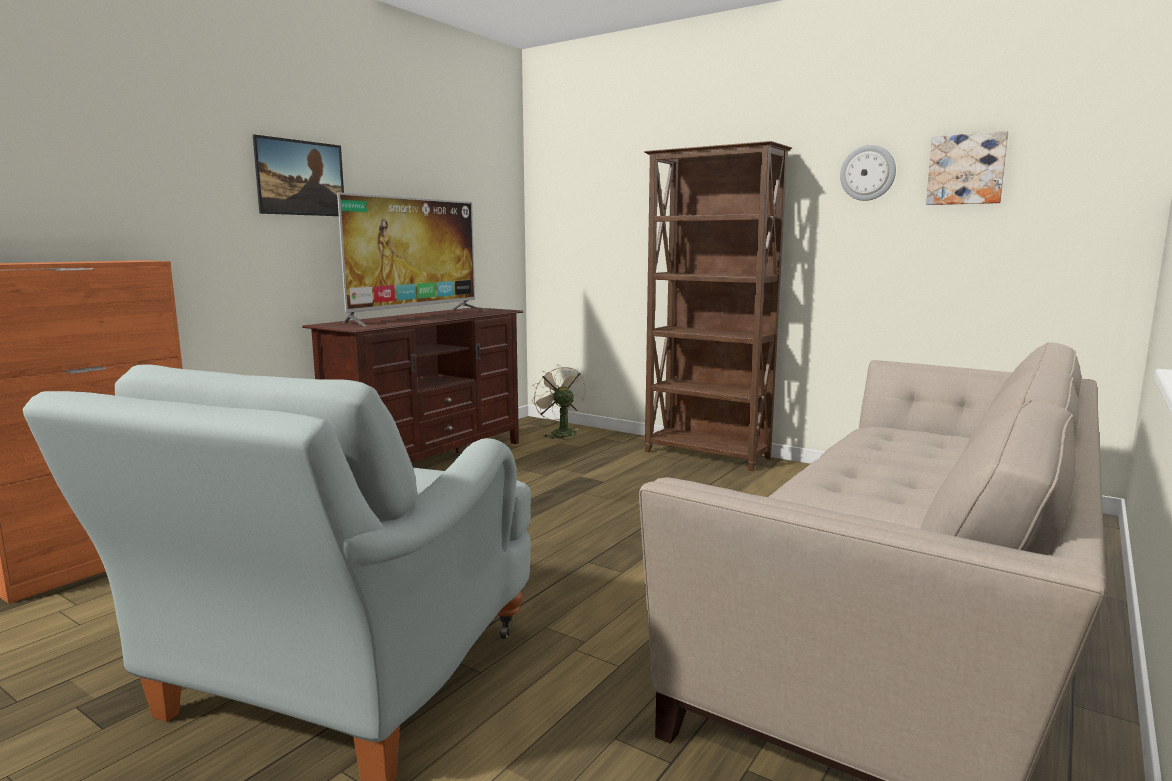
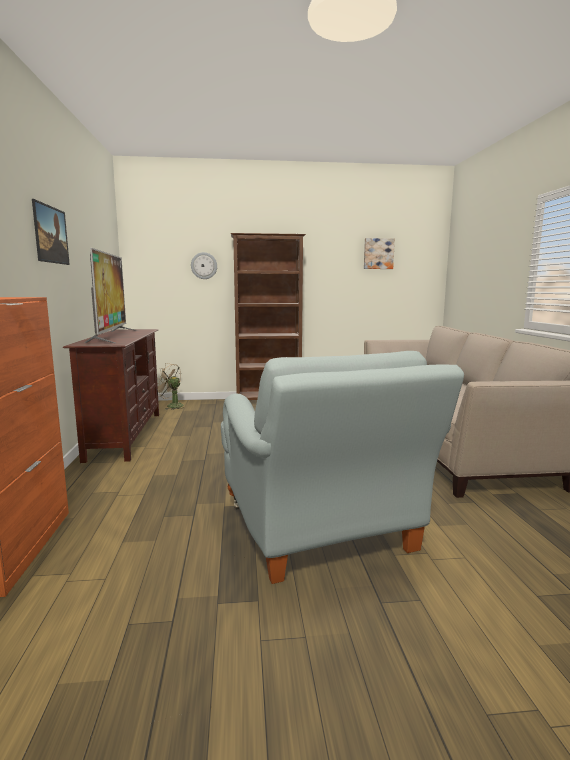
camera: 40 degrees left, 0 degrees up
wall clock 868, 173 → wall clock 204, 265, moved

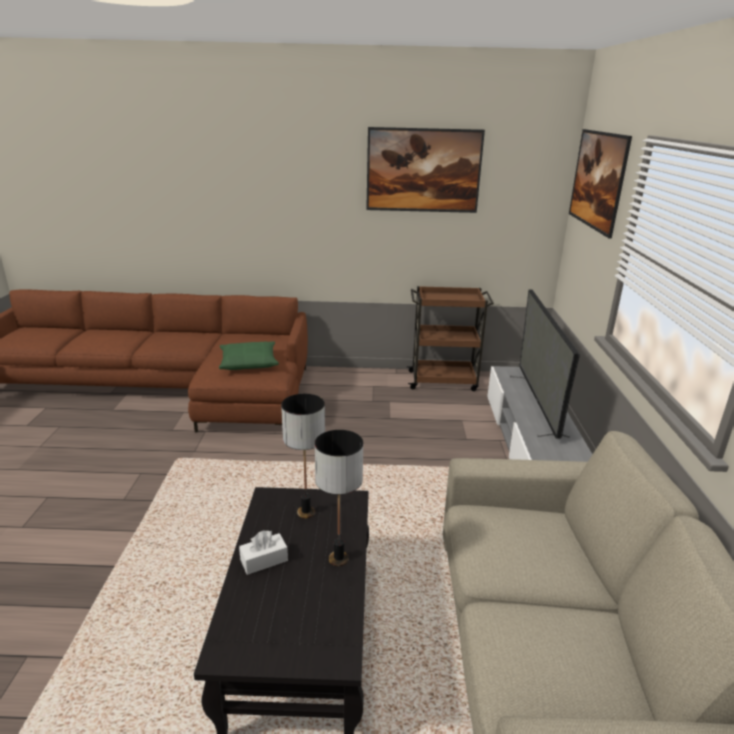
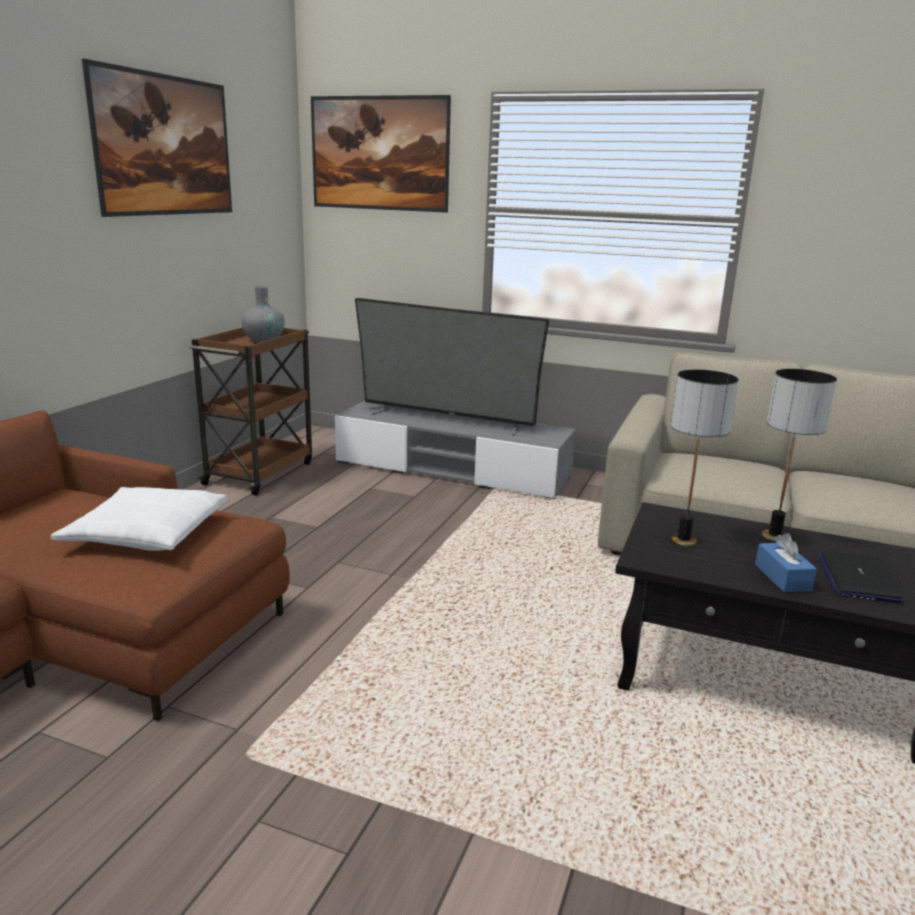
camera: 70 degrees left, 5 degrees down
green pillow 249, 355 → white pillow 139, 519
white tissue box 263, 552 → blue tissue box 786, 562
- → grey vase 263, 314
- → laptop 860, 577

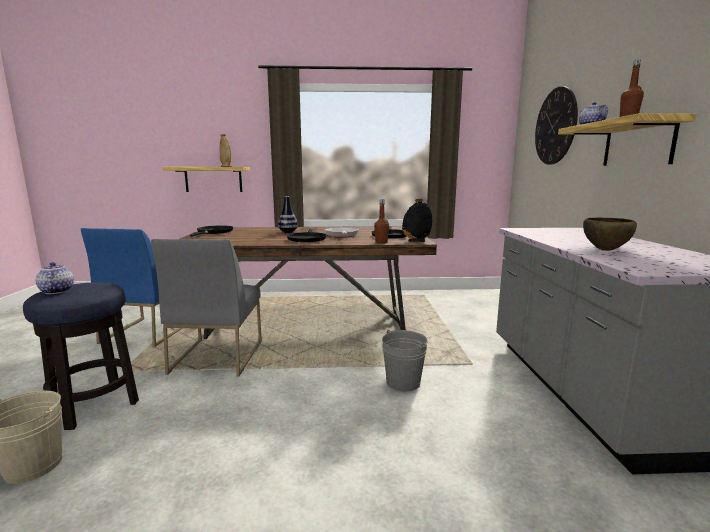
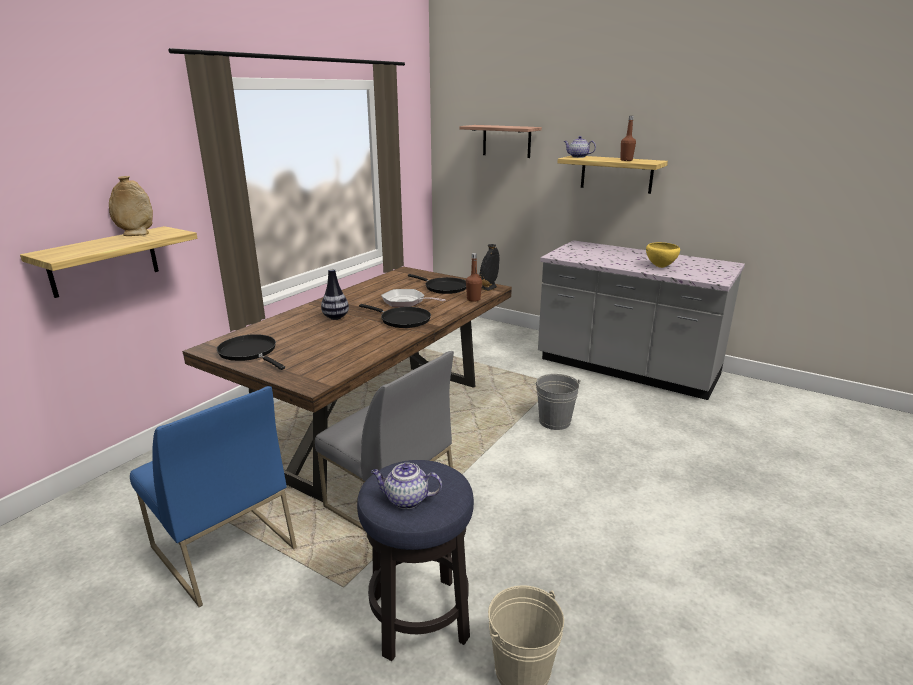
camera: 55 degrees left, 10 degrees up
wall clock 556, 125 → shelf 500, 141
brown bowl 610, 234 → yellow bowl 663, 255

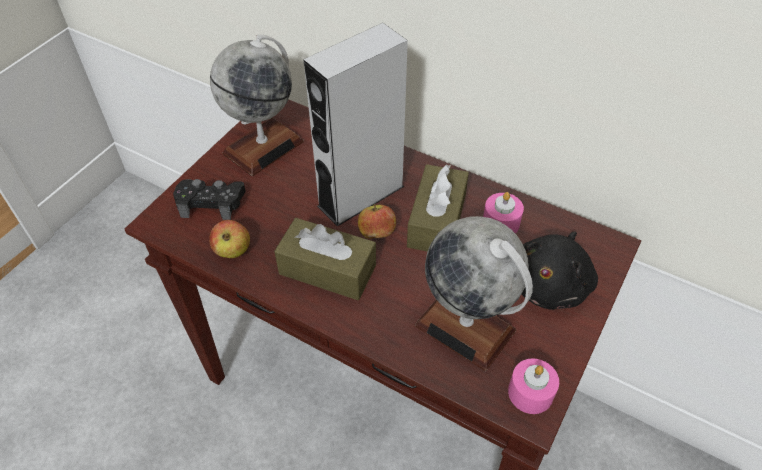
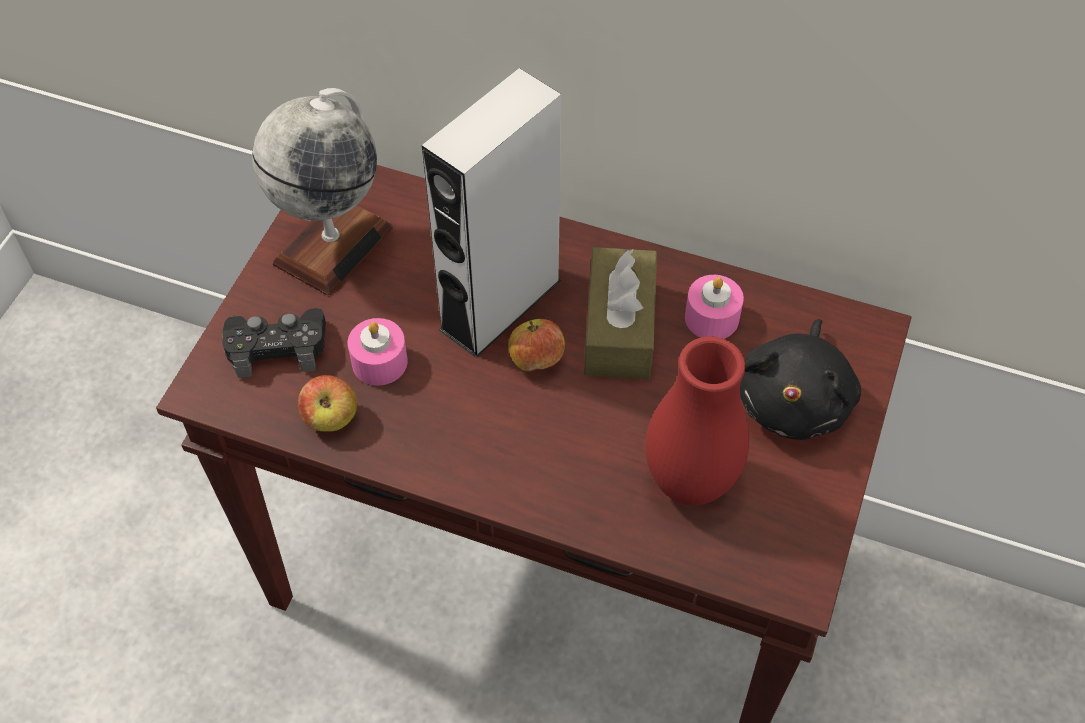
camera: 10 degrees left, 5 degrees up
brown tissue box 325, 259 → -
globe 474, 293 → red vase 697, 420
pink candle 533, 386 → pink candle 378, 352, moved

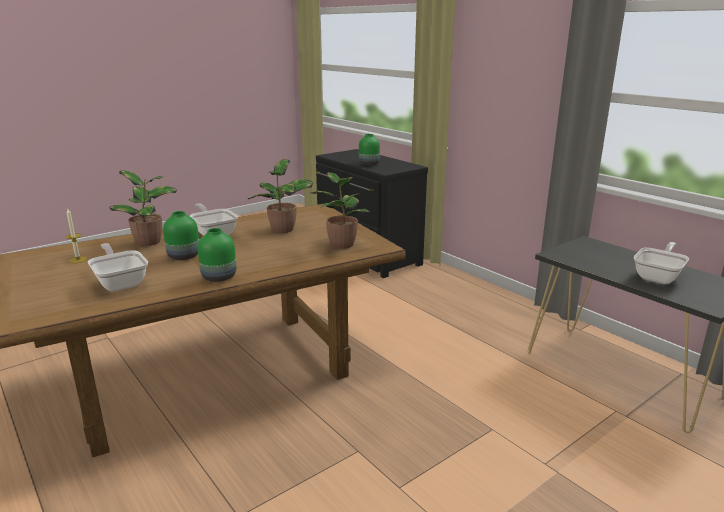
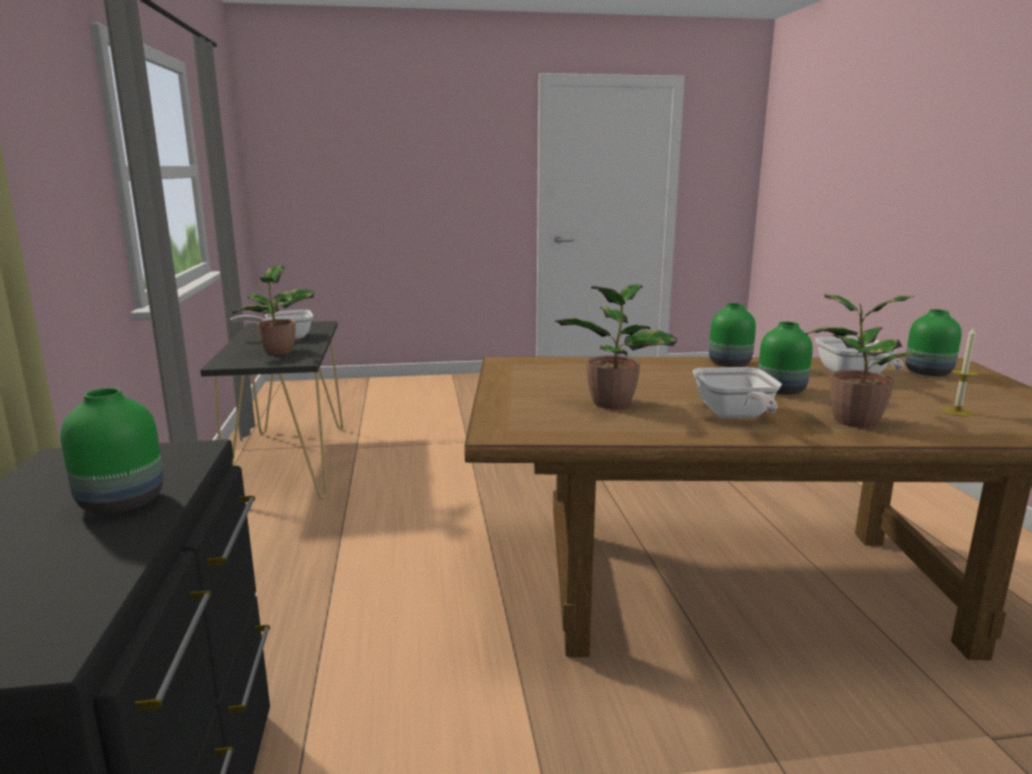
camera: 150 degrees left, 5 degrees down
potted plant 340, 210 → potted plant 273, 310, moved
- → green vase 933, 342

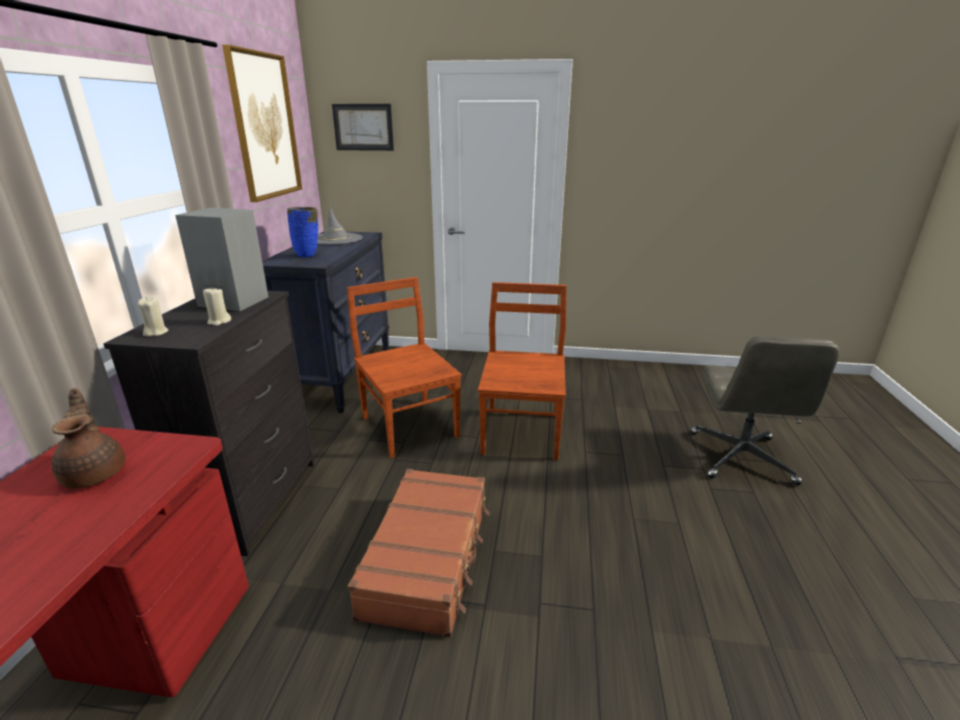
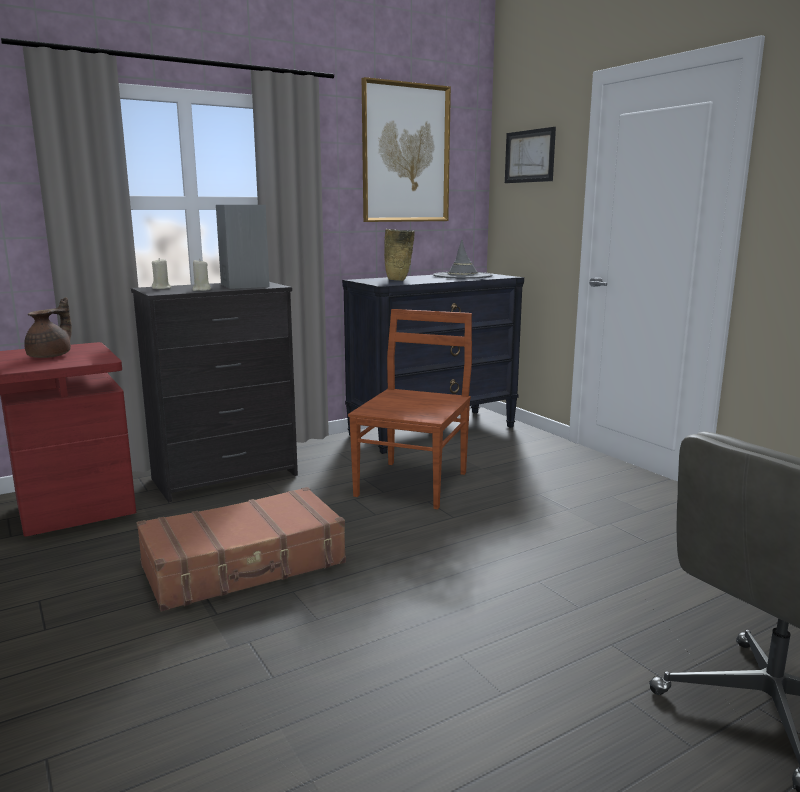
camera: 50 degrees right, 10 degrees down
blue vase 302, 232 → beige vase 399, 255
brown chair 522, 371 → -

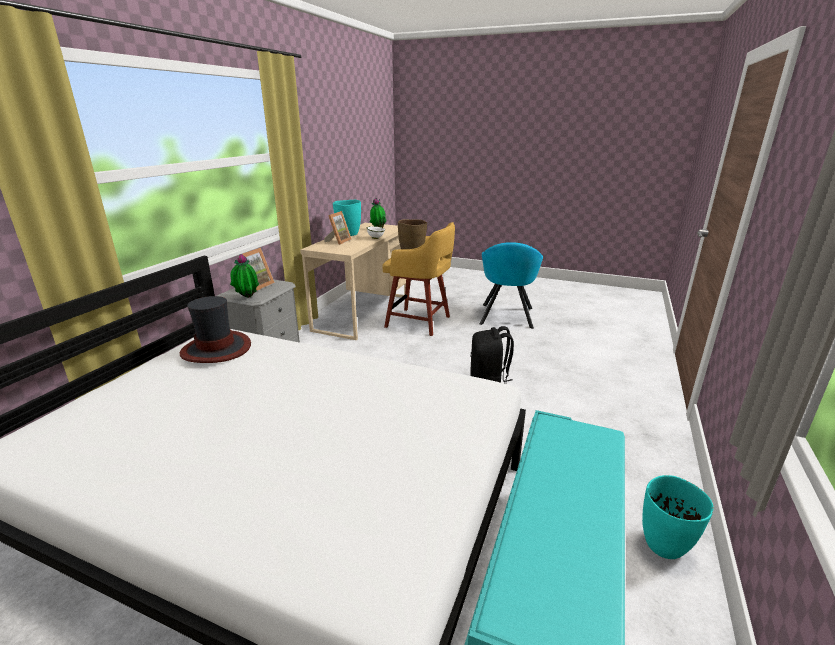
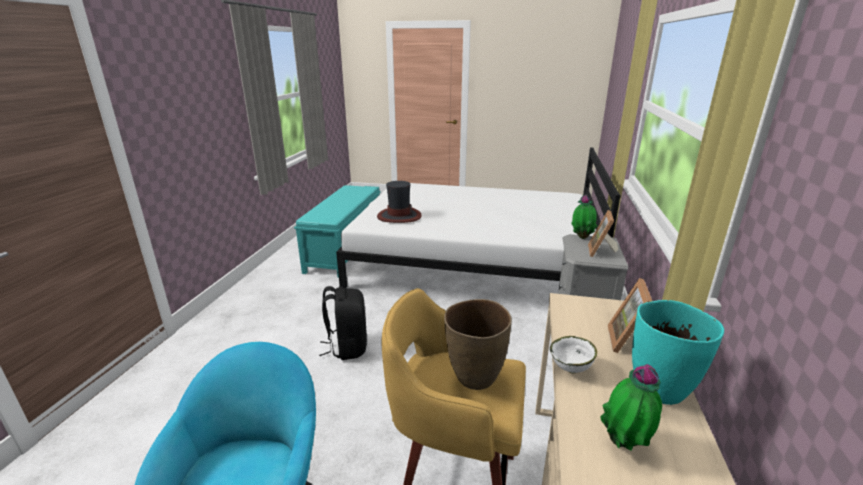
camera: 170 degrees right, 0 degrees up
hat 215, 329 → hat 399, 202, moved
turquoise vase 677, 517 → -

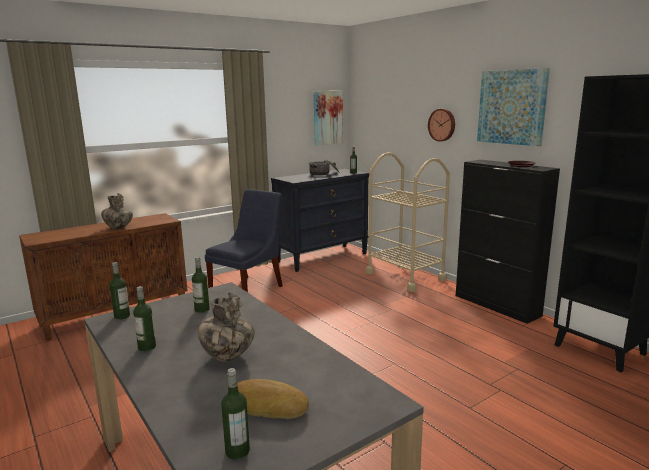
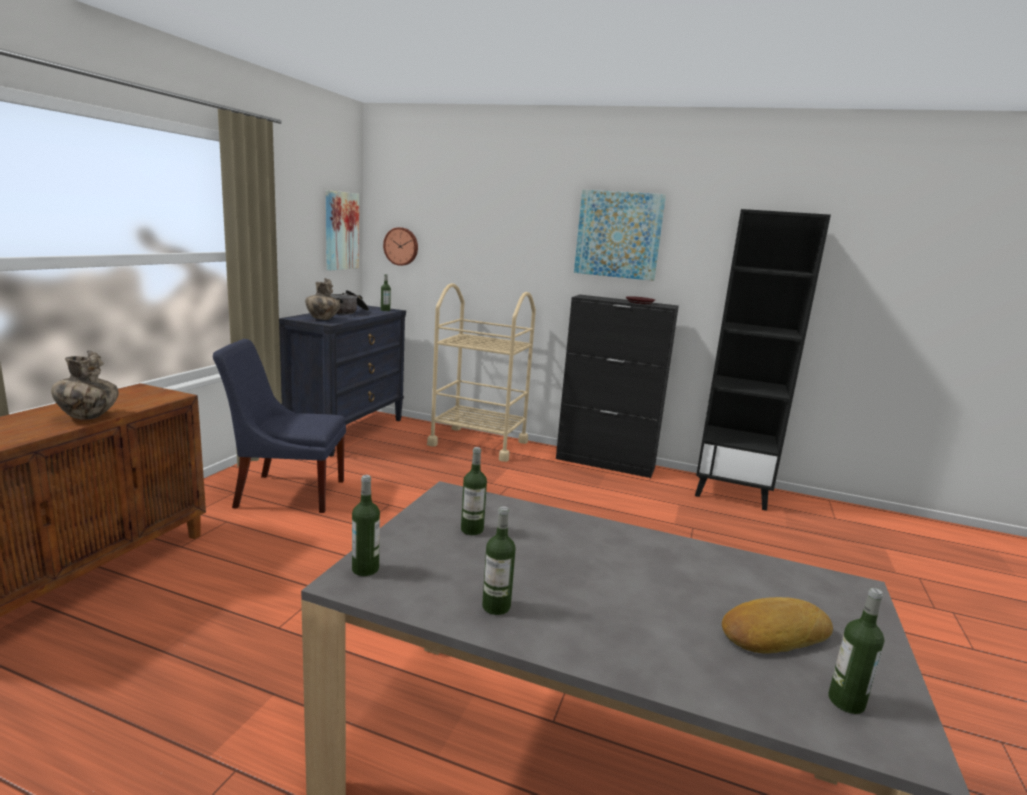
camera: 35 degrees left, 0 degrees up
vase 226, 327 → vase 322, 299, moved
blue chair 244, 240 → blue chair 279, 426, 90 degrees counterclockwise
wall clock 441, 125 → wall clock 400, 246, moved

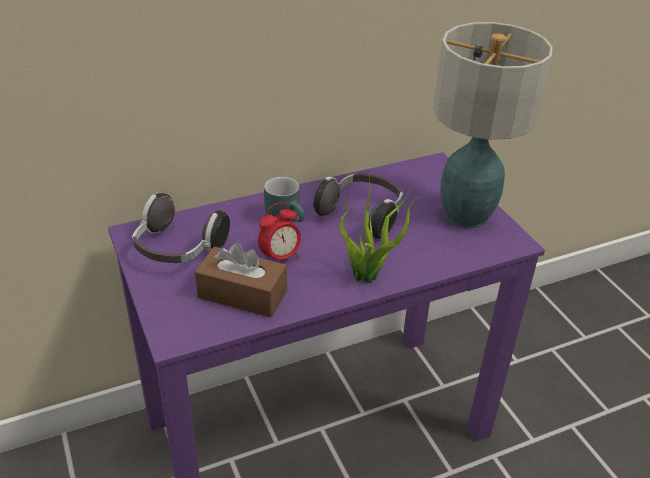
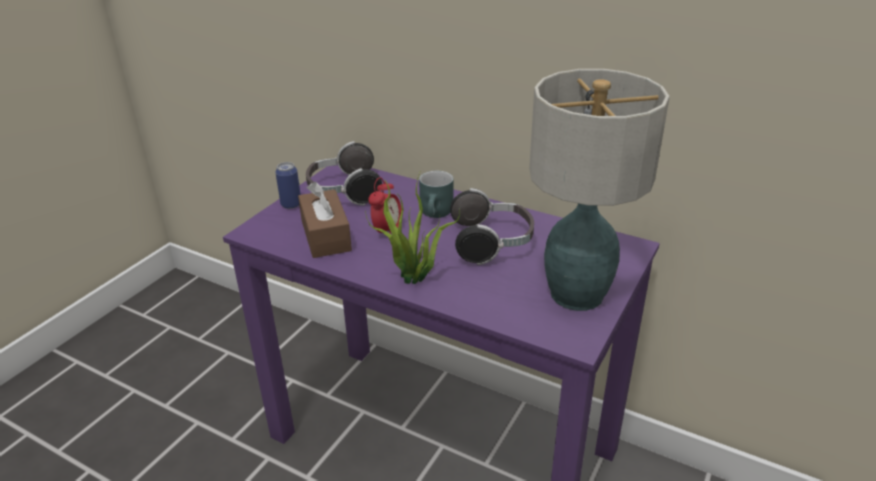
camera: 55 degrees right, 5 degrees down
alarm clock 279, 232 → alarm clock 385, 205, 90 degrees counterclockwise
- → can 288, 185

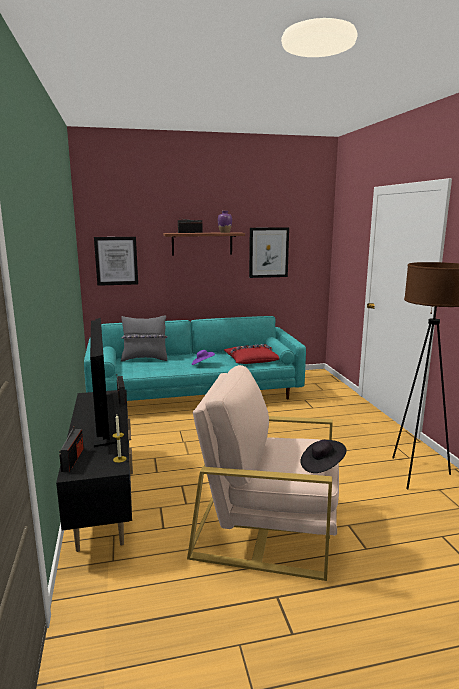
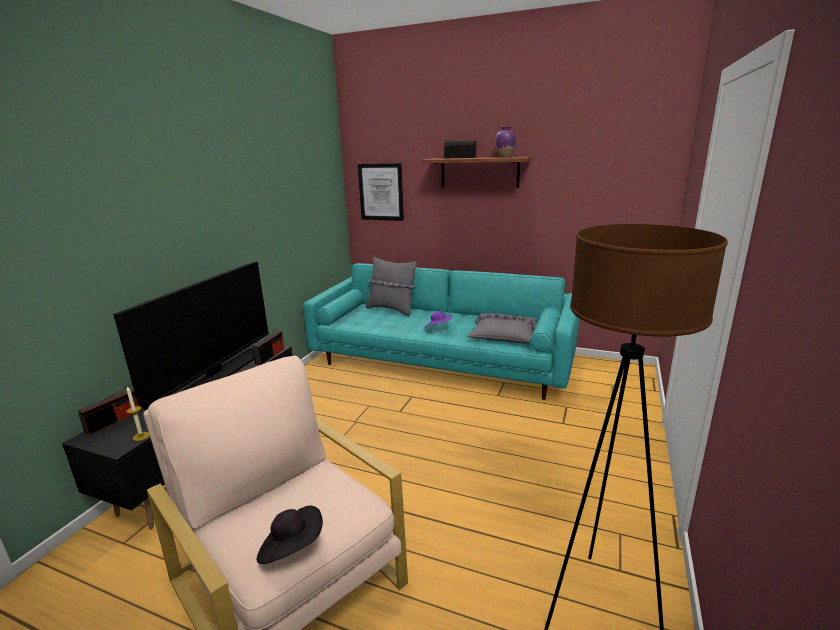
camera: 35 degrees right, 5 degrees up
red pillow 251, 354 → grey pillow 502, 328
picture 269, 252 → -

